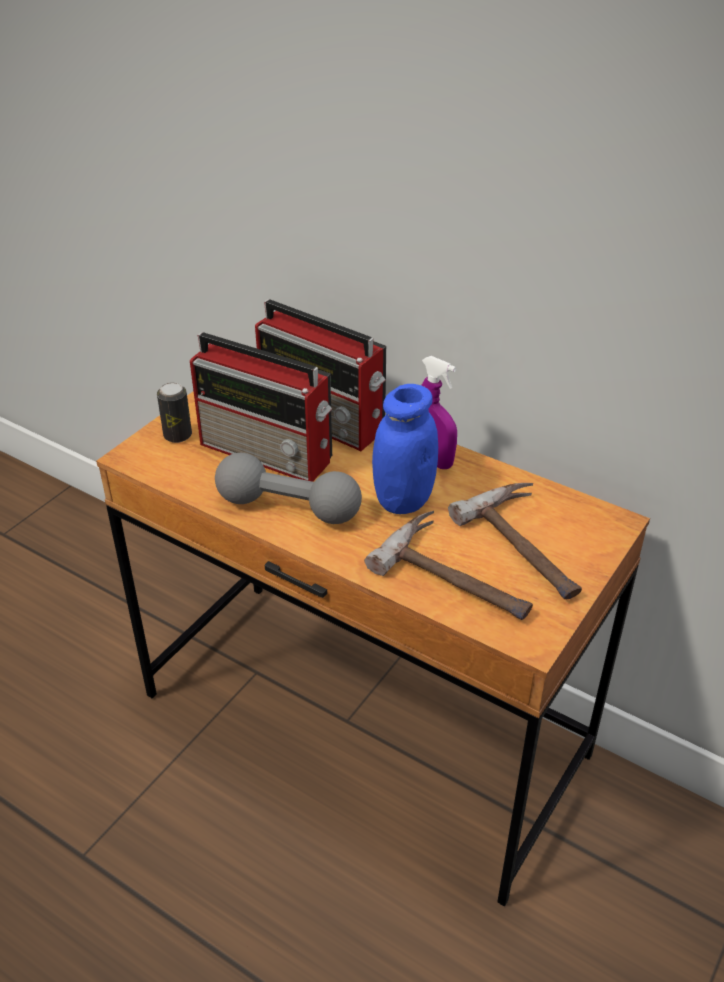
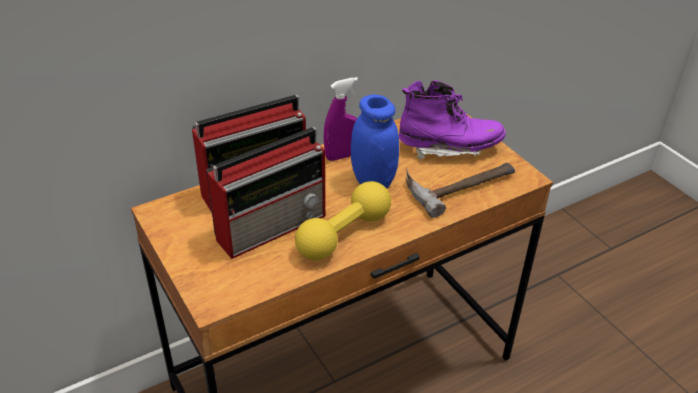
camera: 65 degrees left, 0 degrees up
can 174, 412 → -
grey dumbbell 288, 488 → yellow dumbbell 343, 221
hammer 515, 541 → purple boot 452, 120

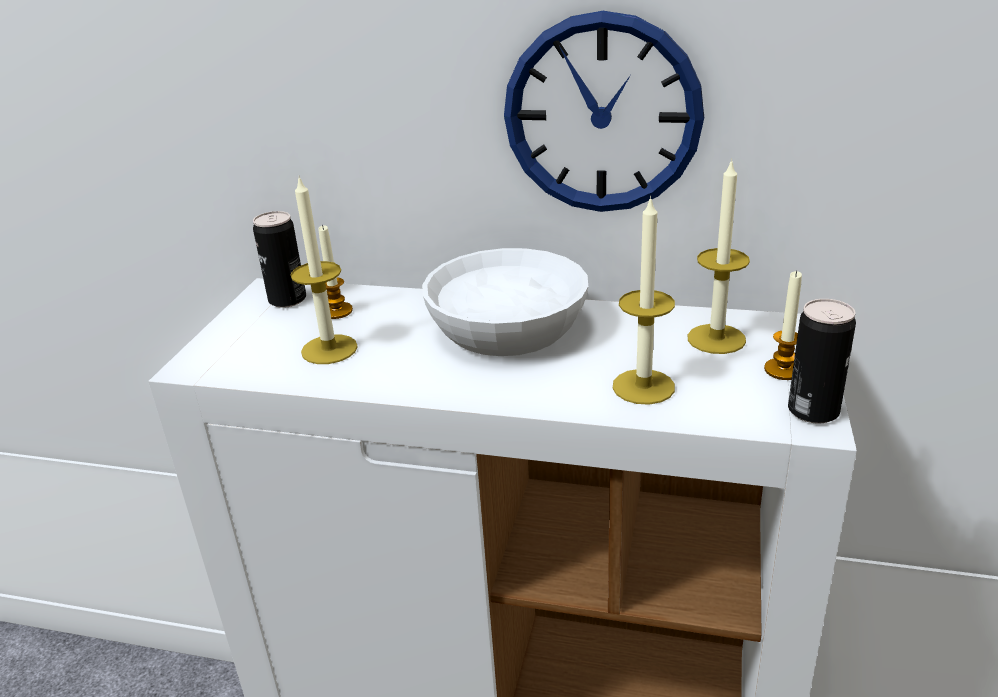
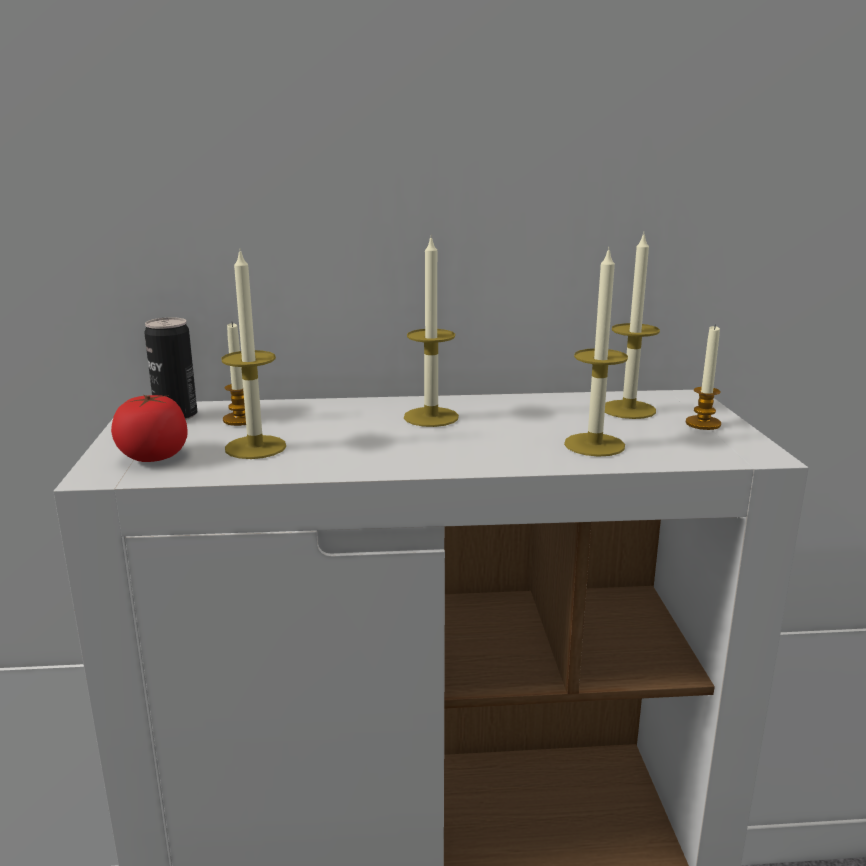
camera: 20 degrees left, 10 degrees down
white bowl 505, 302 → candle 431, 331
wall clock 604, 111 → -
can 822, 361 → -
- → tomato 149, 428

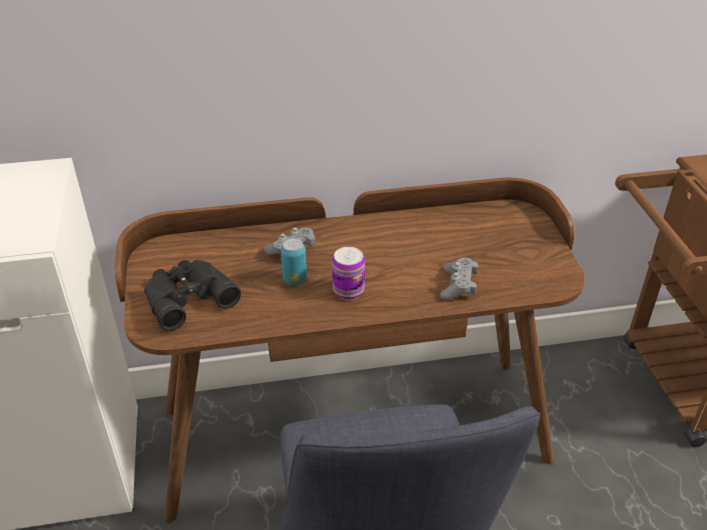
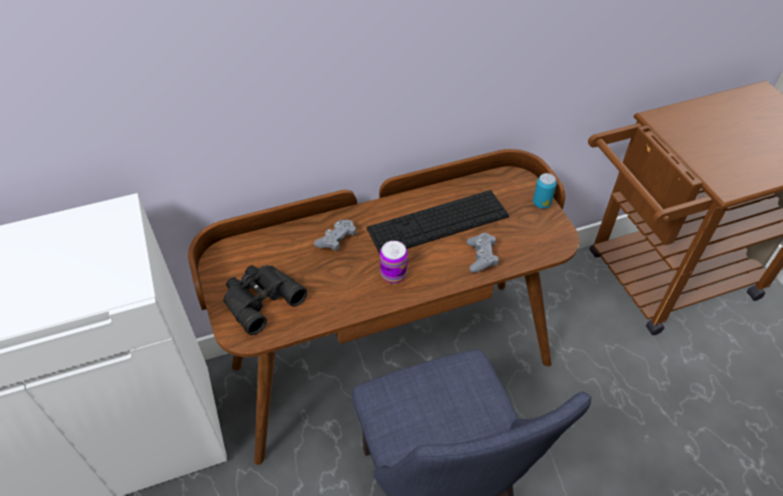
camera: 10 degrees left, 10 degrees up
can 294, 261 → can 545, 191, moved
- → keyboard 438, 222

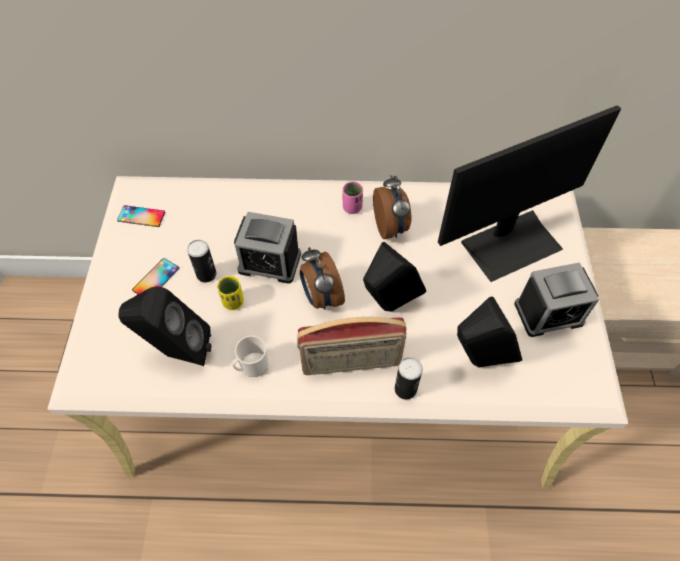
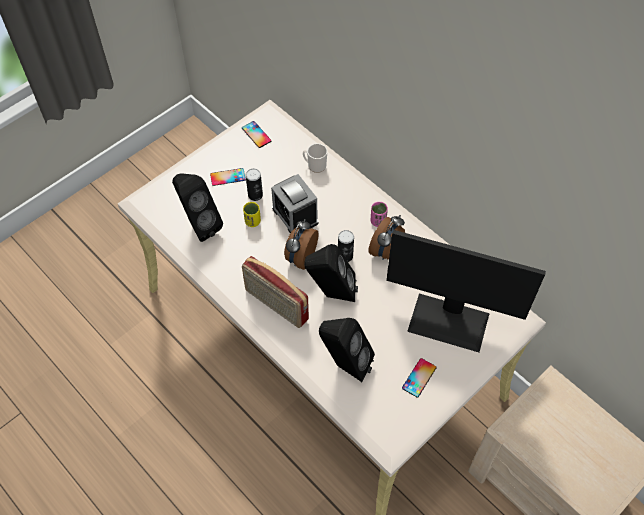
camera: 45 degrees right, 0 degrees up
mug 249, 356 → mug 315, 158, moved
can 409, 379 → can 346, 246, moved
alarm clock 556, 299 → phone 419, 377

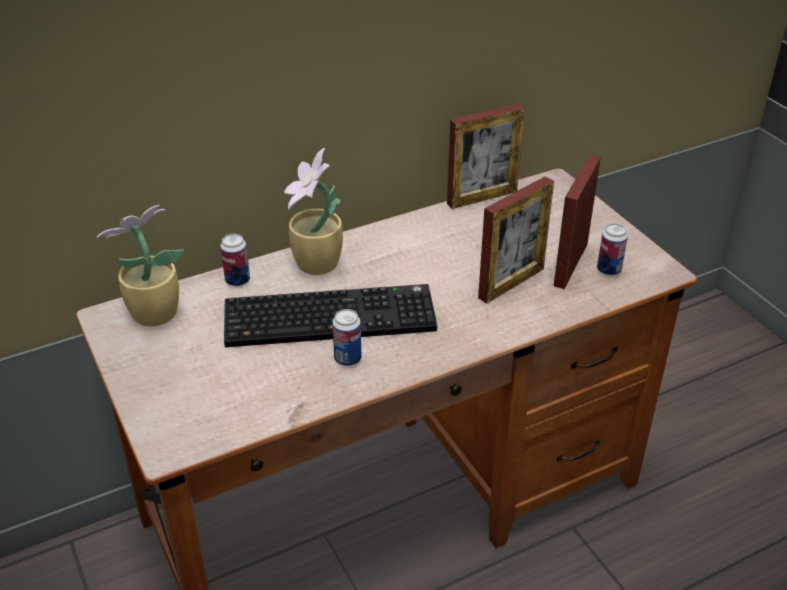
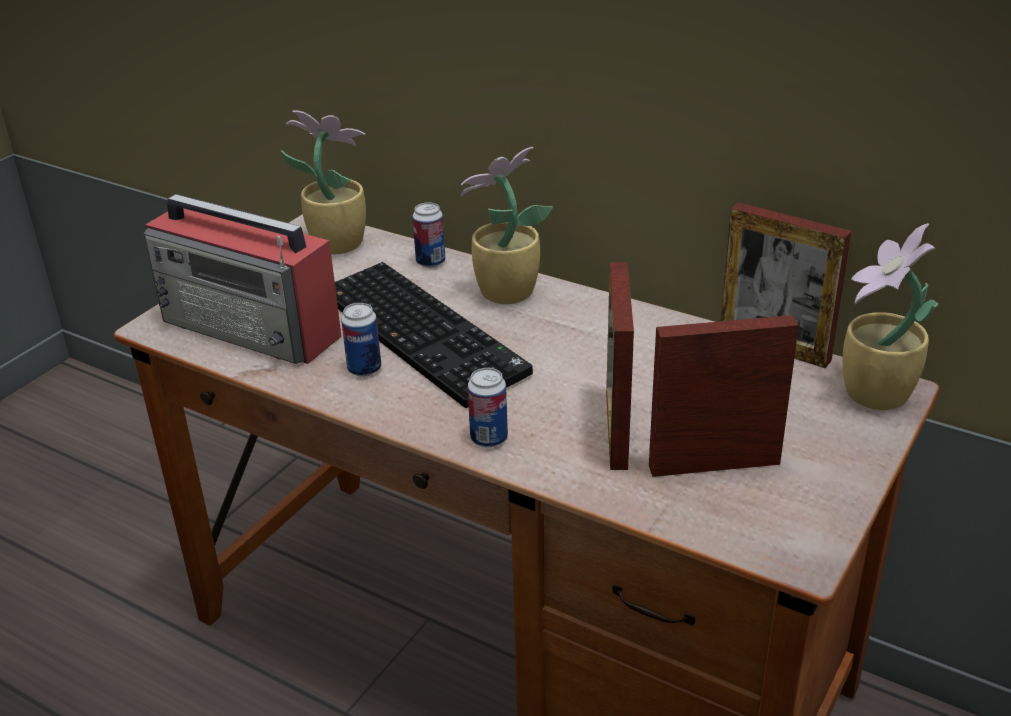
camera: 60 degrees right, 5 degrees down
picture frame 516, 240 → picture frame 620, 366, 75 degrees clockwise
can 612, 249 → can 488, 408, moved
- → radio 243, 279
- → potted plant 890, 316

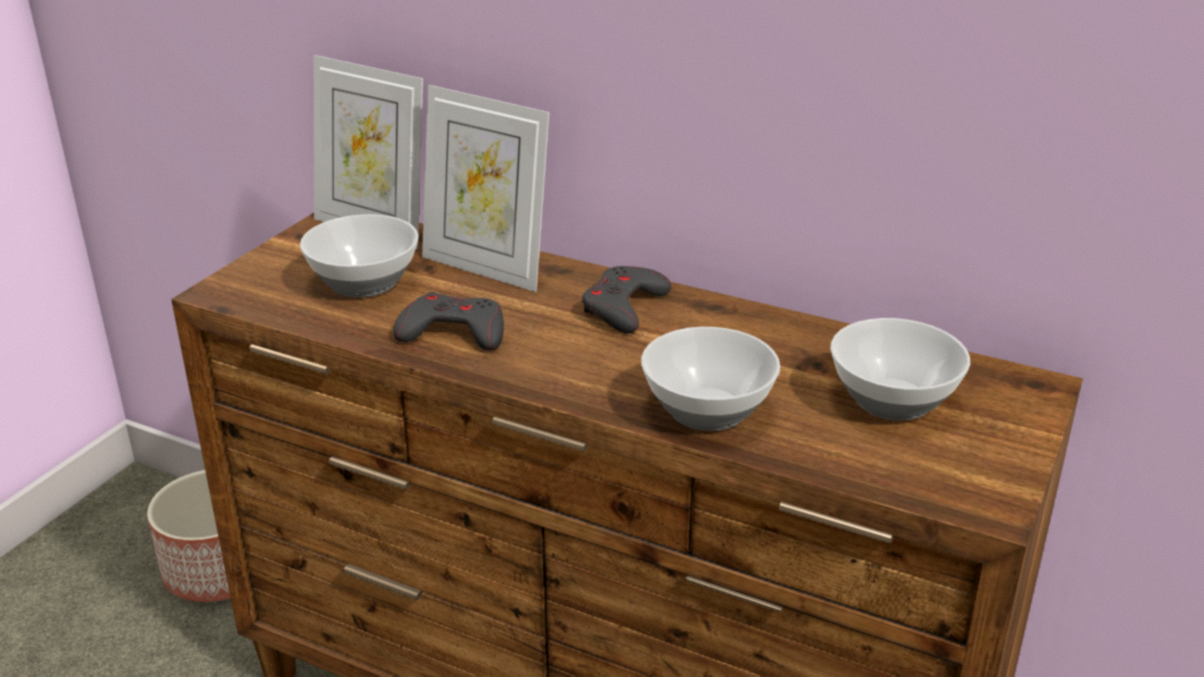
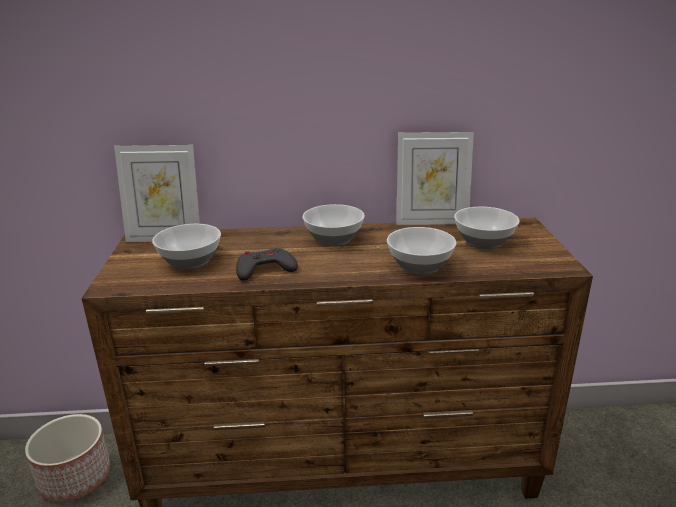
camera: 30 degrees left, 5 degrees down
picture frame 485, 188 → picture frame 435, 178, moved
grey game controller 627, 300 → bowl 334, 225

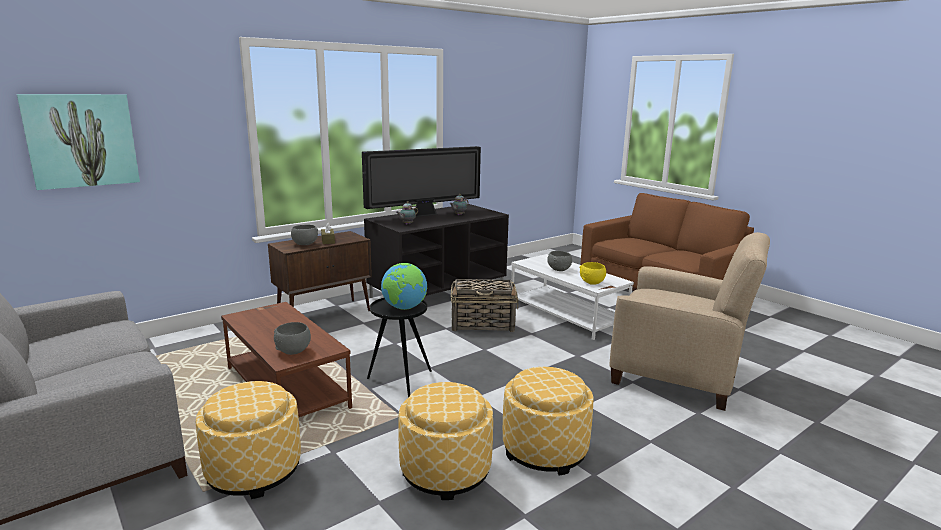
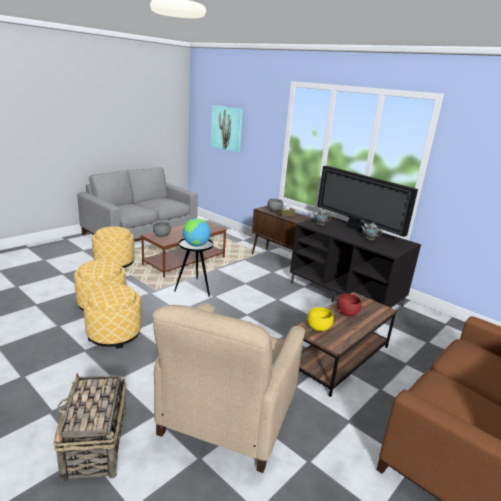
camera: 80 degrees right, 5 degrees up
basket 484, 305 → basket 89, 427, moved
white coffee table 572, 297 → brown coffee table 346, 344
grey bowl 559, 261 → red bowl 349, 305

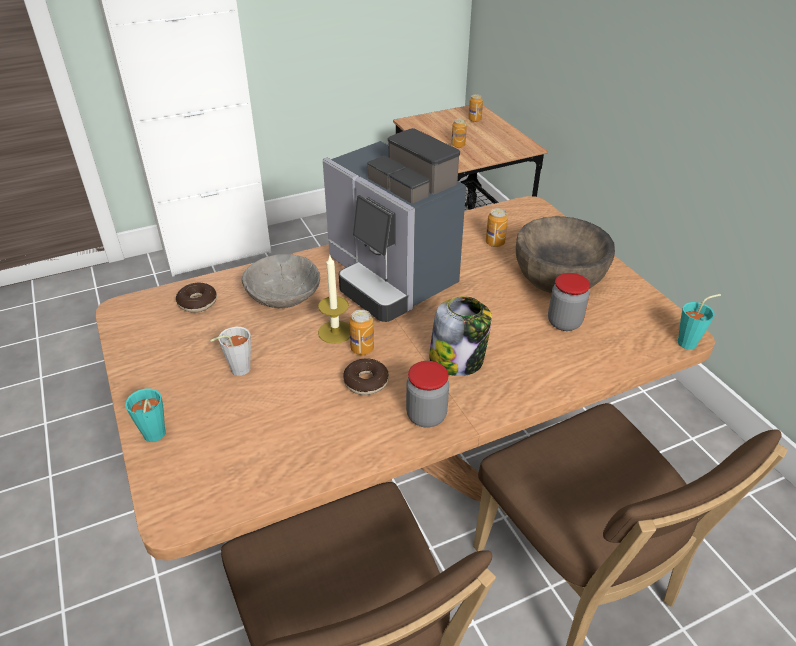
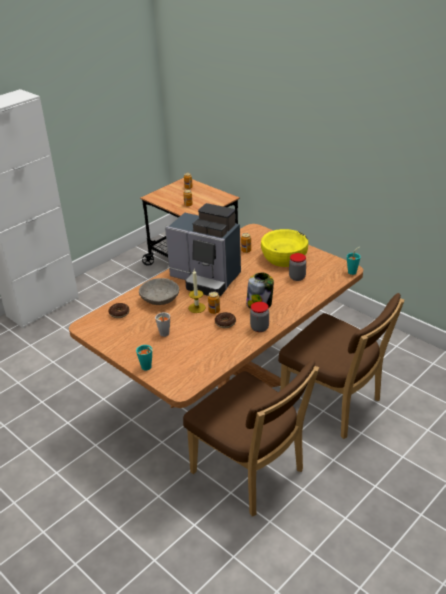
camera: 20 degrees left, 5 degrees down
brown bowl 565, 255 → yellow bowl 284, 248

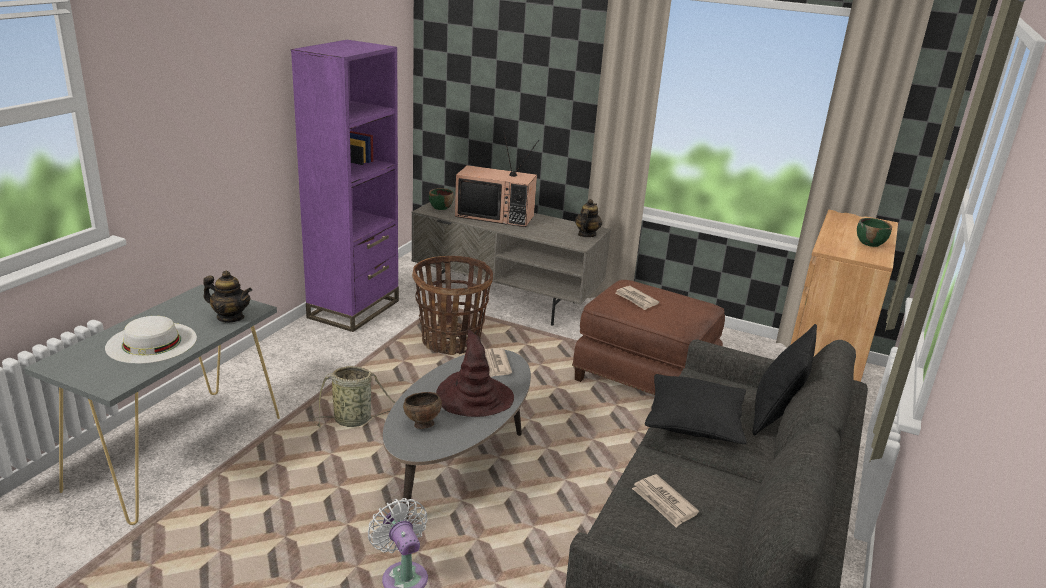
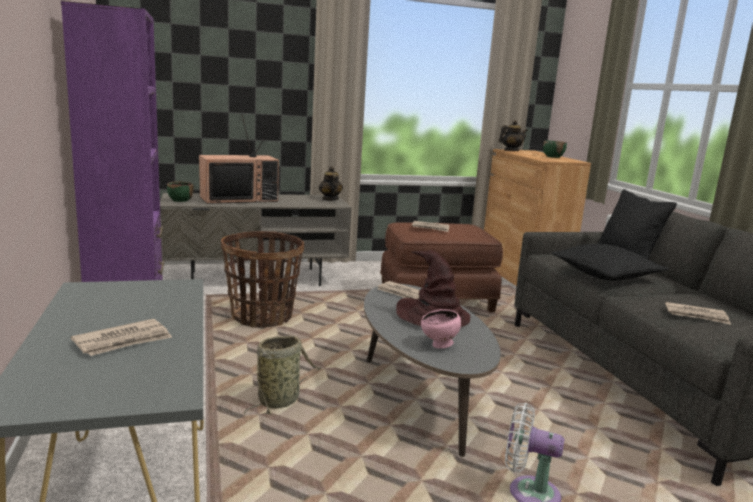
camera: 40 degrees left, 10 degrees down
white hat 151, 340 → newspaper 121, 337
teapot 227, 296 → teapot 513, 135, moved
brown bowl 422, 410 → pink bowl 441, 329

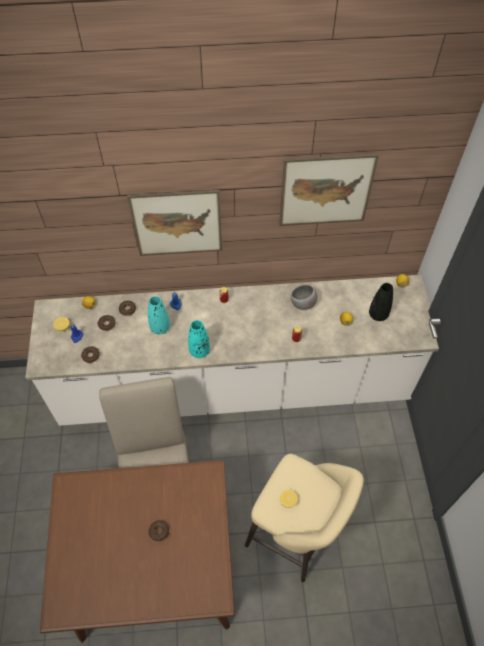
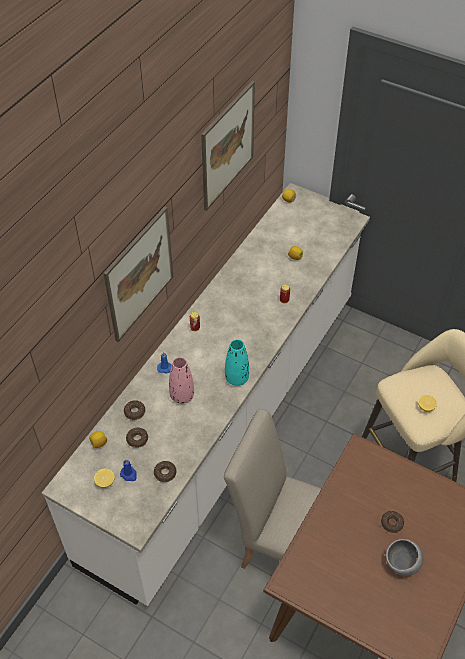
camera: 55 degrees left, 5 degrees down
turquoise vase 159, 315 → pink vase 181, 380
grey bowl 304, 297 → grey bowl 404, 557, moved
black vase 381, 302 → -

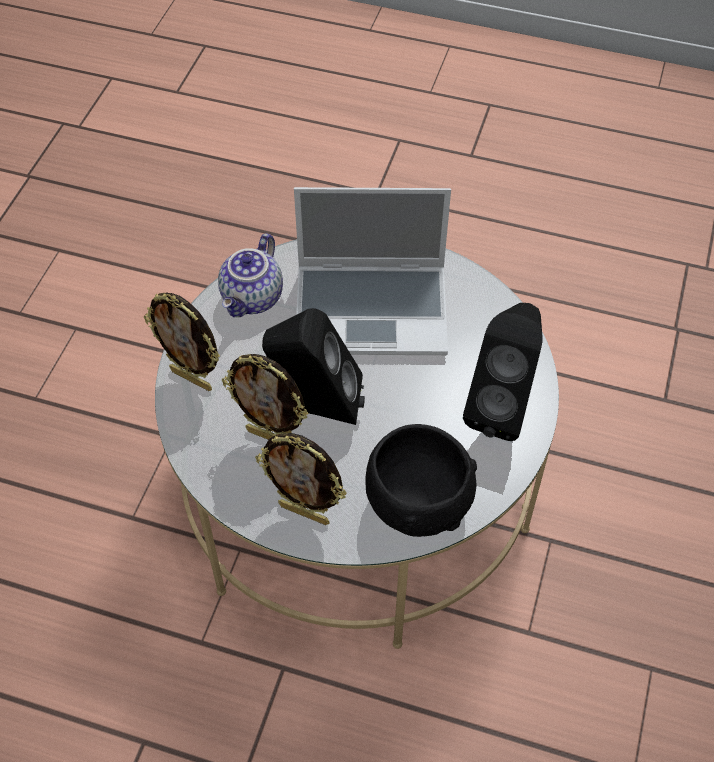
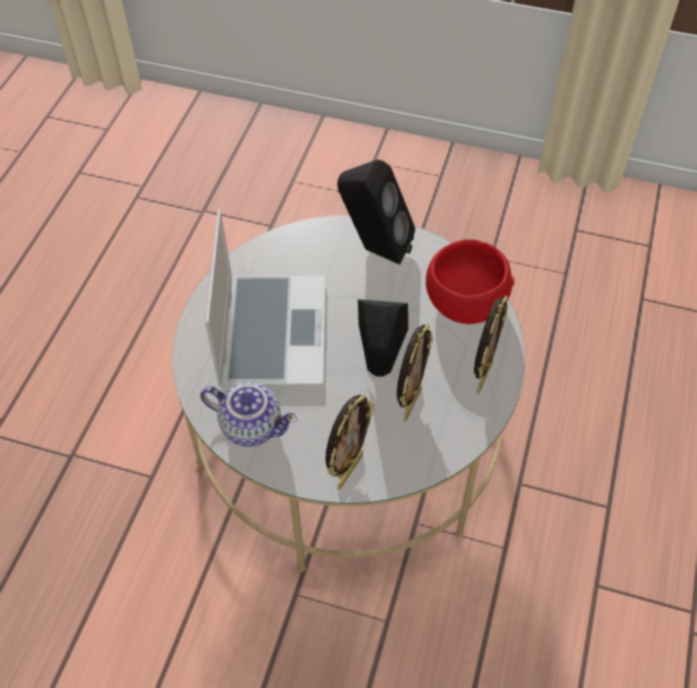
camera: 90 degrees left, 0 degrees up
black bowl 421, 480 → red bowl 470, 281

